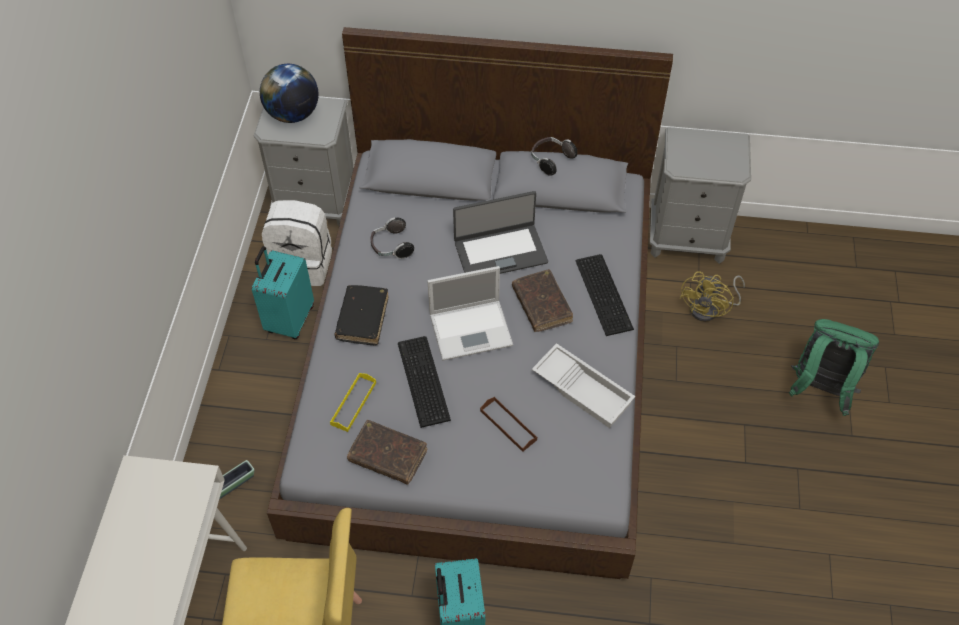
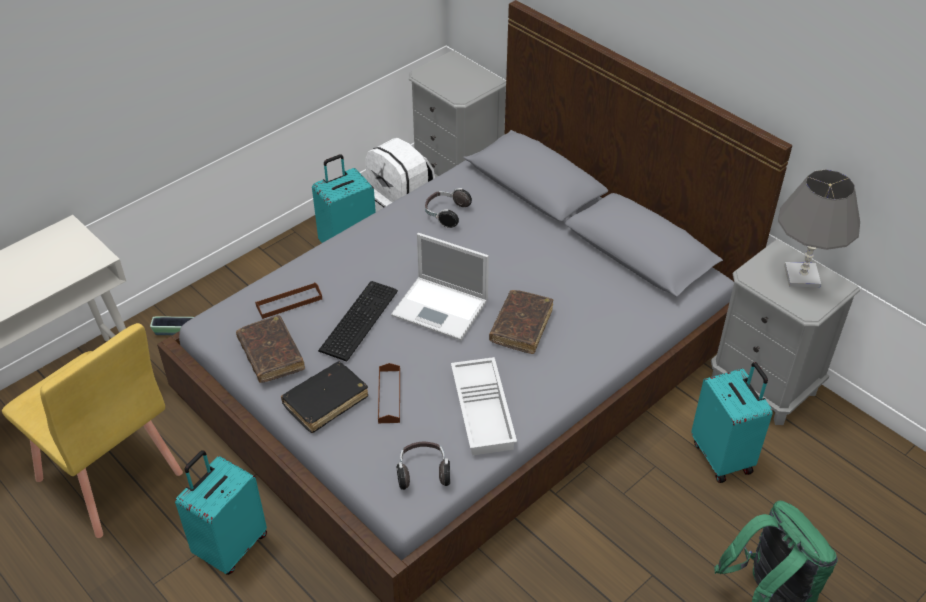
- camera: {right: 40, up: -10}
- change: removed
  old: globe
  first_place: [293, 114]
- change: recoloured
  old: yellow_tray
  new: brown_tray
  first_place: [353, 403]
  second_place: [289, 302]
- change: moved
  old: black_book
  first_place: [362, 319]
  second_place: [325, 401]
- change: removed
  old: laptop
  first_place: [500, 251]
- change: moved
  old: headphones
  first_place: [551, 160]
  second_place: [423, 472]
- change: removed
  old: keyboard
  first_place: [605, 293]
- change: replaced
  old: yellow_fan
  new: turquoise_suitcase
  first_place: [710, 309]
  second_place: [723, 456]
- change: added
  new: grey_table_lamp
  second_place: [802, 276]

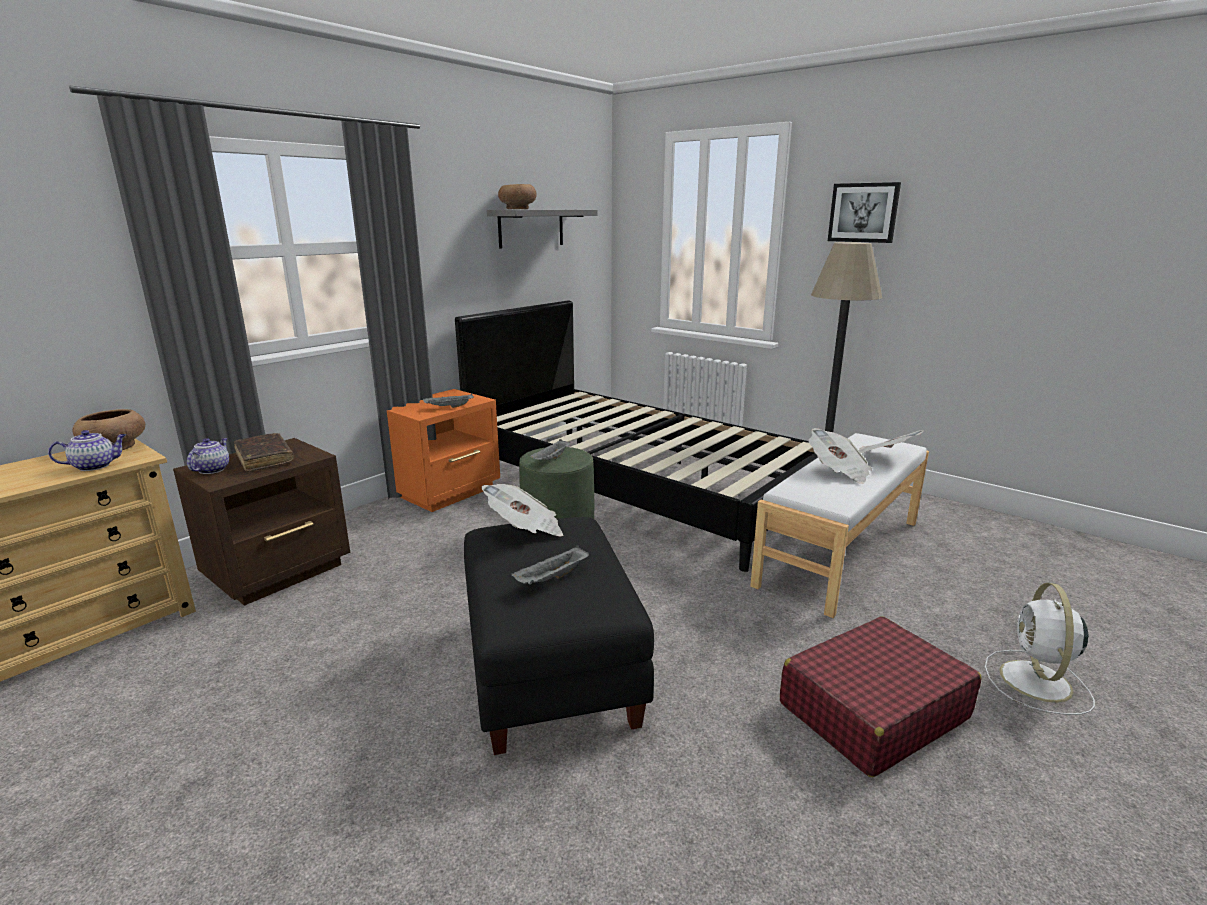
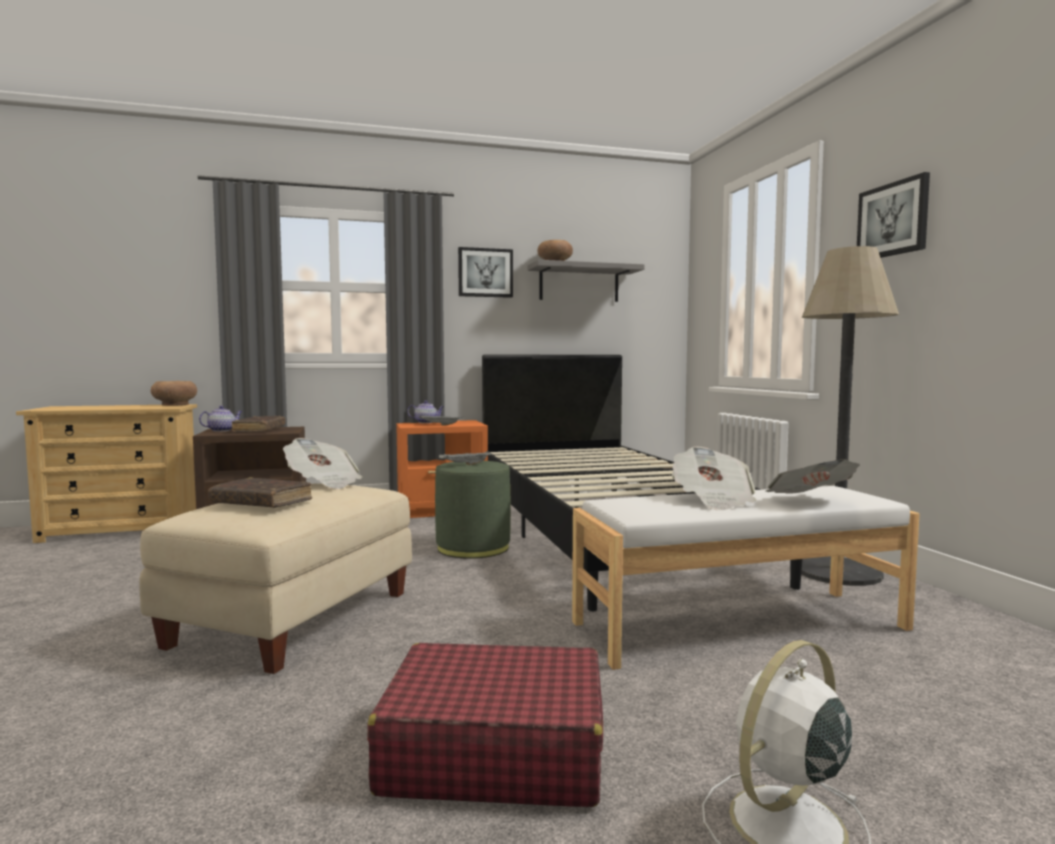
- camera: {right: 35, up: -15}
- change: moved
  old: teapot
  first_place: [95, 466]
  second_place: [426, 422]
- change: recoloured
  old: black_ottoman
  new: beige_ottoman
  first_place: [552, 669]
  second_place: [294, 619]
- change: replaced
  old: grey_tray
  new: brown_book
  first_place: [552, 578]
  second_place: [261, 503]
- change: added
  new: picture
  second_place: [485, 273]

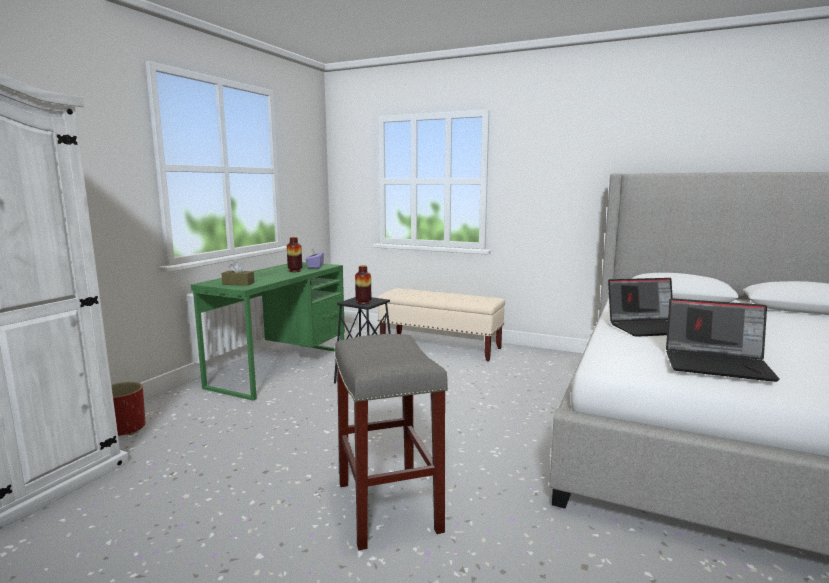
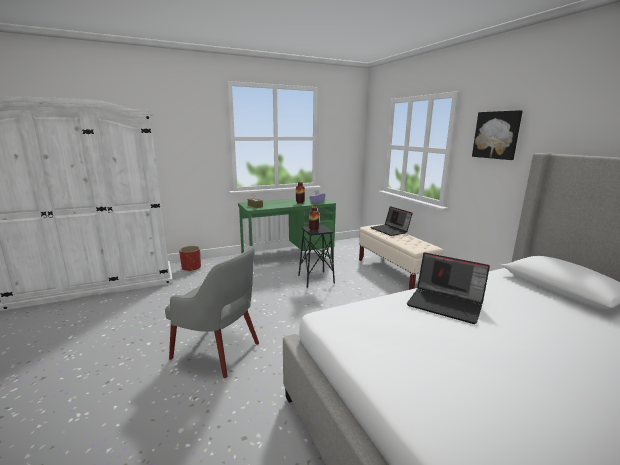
- camera: {right: 40, up: 5}
- change: replaced
  old: grey_stool
  new: grey_armchair
  first_place: [389, 507]
  second_place: [217, 351]
- change: moved
  old: laptop
  first_place: [718, 364]
  second_place: [390, 230]
- change: added
  new: picture
  second_place: [497, 135]

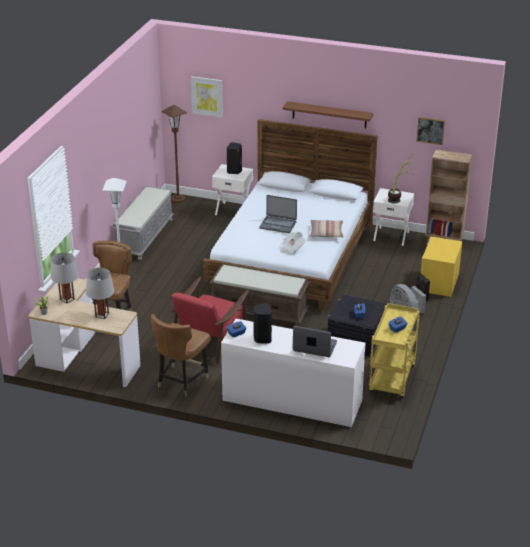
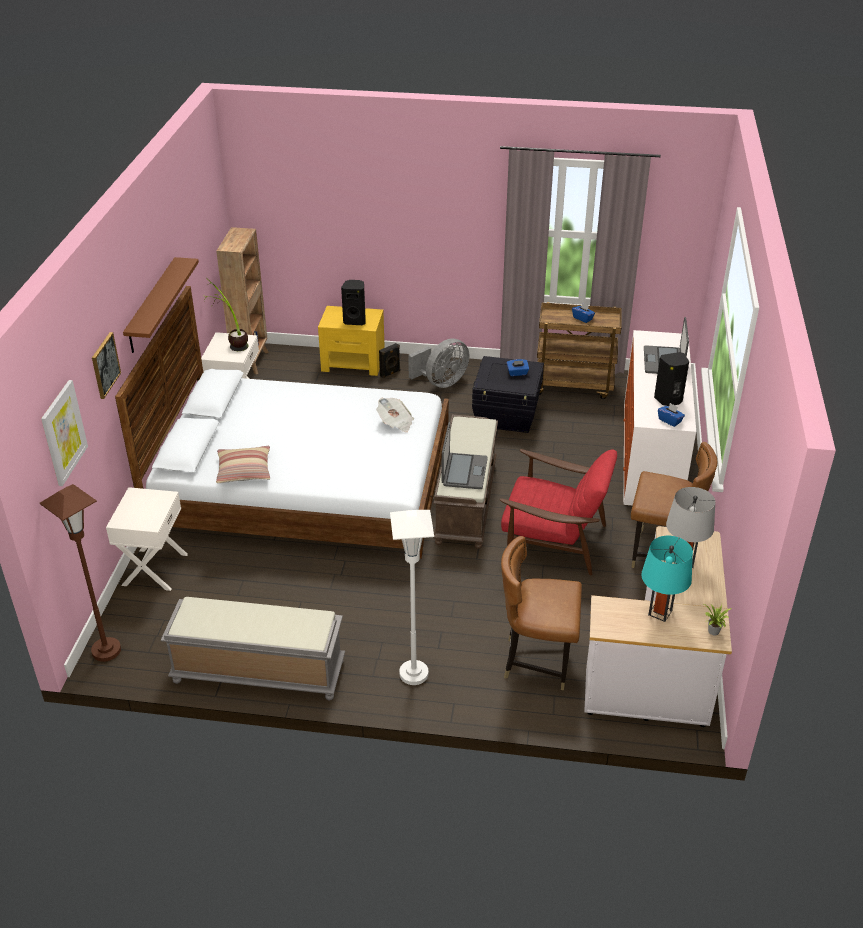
- camera: {right: -100, up: 5}
- change: recoloured
  old: grey_table_lamp
  new: turquoise_table_lamp
  first_place: [67, 299]
  second_place: [660, 612]
- change: moved
  old: black_speaker
  first_place: [234, 171]
  second_place: [355, 321]
- change: moved
  old: laptop
  first_place: [278, 225]
  second_place: [464, 472]
- change: moved
  old: pillow
  first_place: [326, 232]
  second_place: [244, 470]
- change: recoloured
  old: yellow_cart
  new: brown_cart
  first_place: [392, 380]
  second_place: [574, 386]
- change: moved
  old: picture
  first_place: [430, 130]
  second_place: [105, 365]

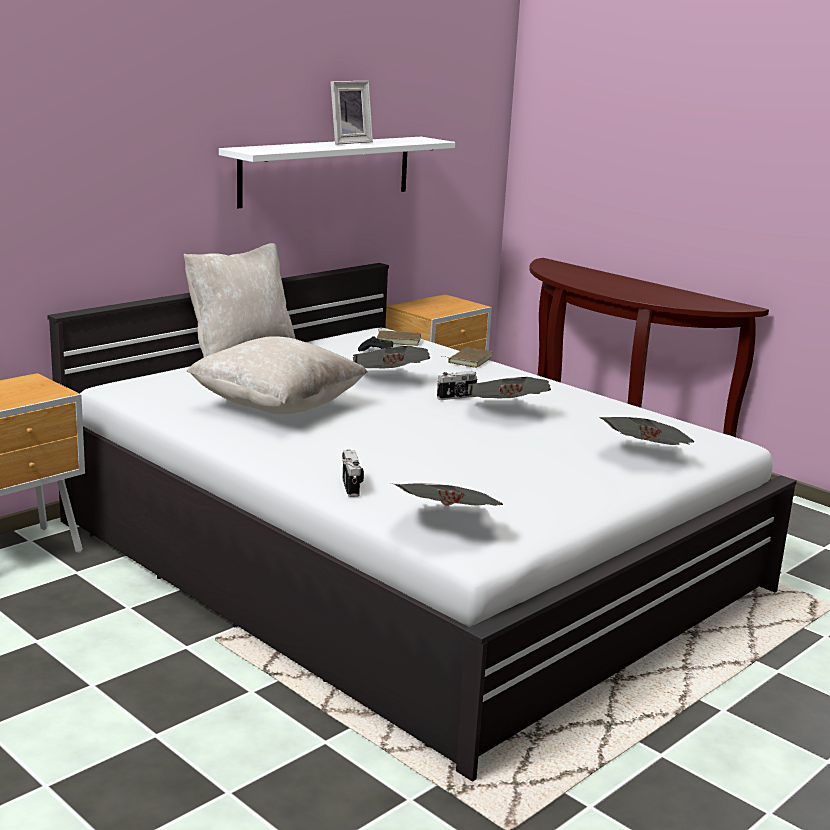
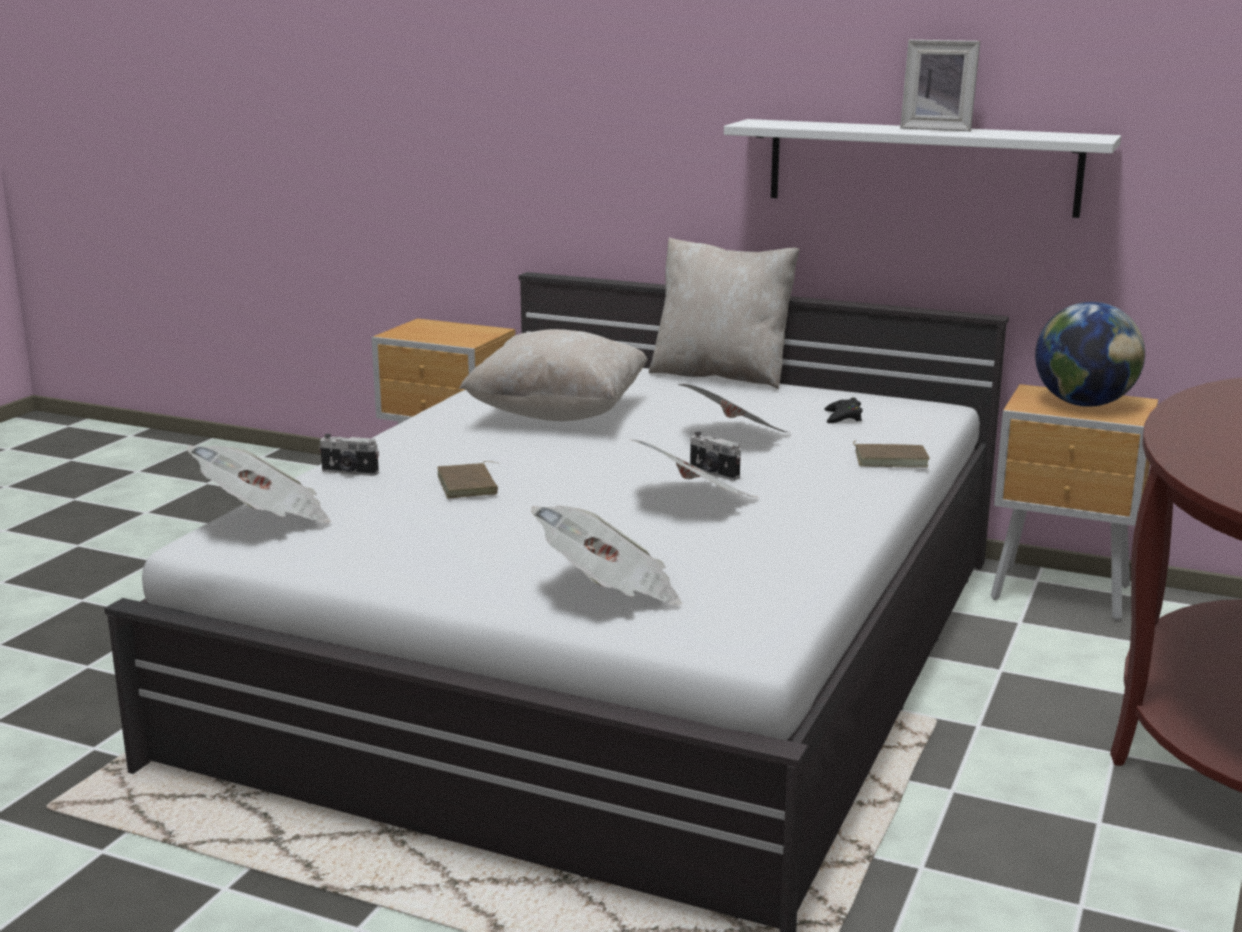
- camera: {right: 70, up: 0}
- change: turned
  old: photo_camera
  first_place: [352, 486]
  second_place: [349, 472]
  degrees: 45
- change: moved
  old: brown_book
  first_place: [398, 340]
  second_place: [470, 485]
- change: added
  new: globe
  second_place: [1083, 404]

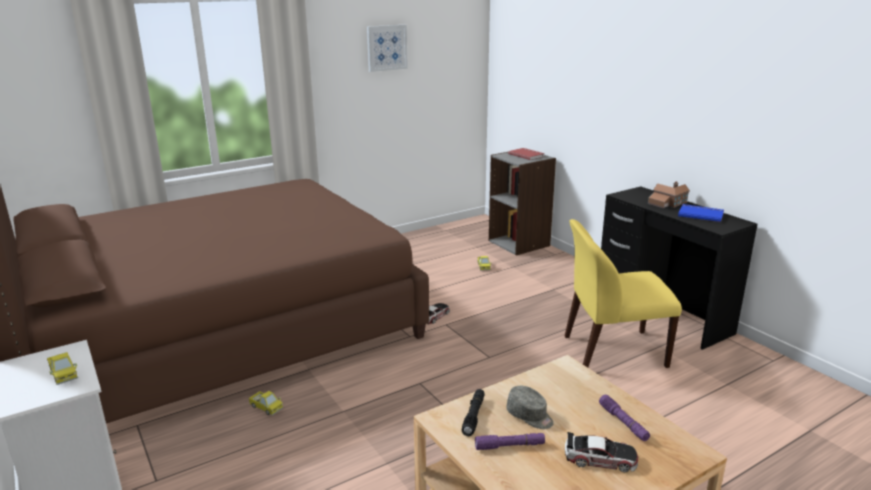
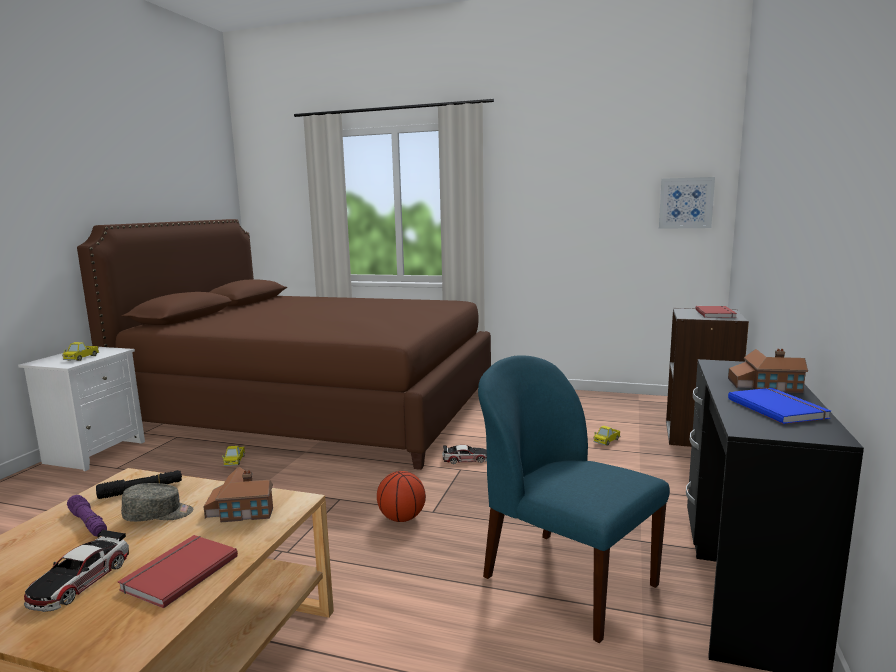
- camera: {right: 50, up: -10}
- change: moved
  old: picture
  first_place: [386, 47]
  second_place: [686, 203]
- change: turned
  old: grey_cap
  first_place: [530, 416]
  second_place: [159, 515]
  degrees: -105
- change: recoloured
  old: yellow_chair
  new: blue_chair
  first_place: [611, 351]
  second_place: [565, 580]
- change: turned
  old: toy_car
  first_place: [600, 458]
  second_place: [80, 580]
  degrees: 45
- change: replaced
  old: purple_flashlight
  new: red_book
  first_place: [623, 423]
  second_place: [178, 572]
- change: added
  new: toy_house
  second_place: [240, 509]
- change: added
  new: basketball
  second_place: [401, 518]

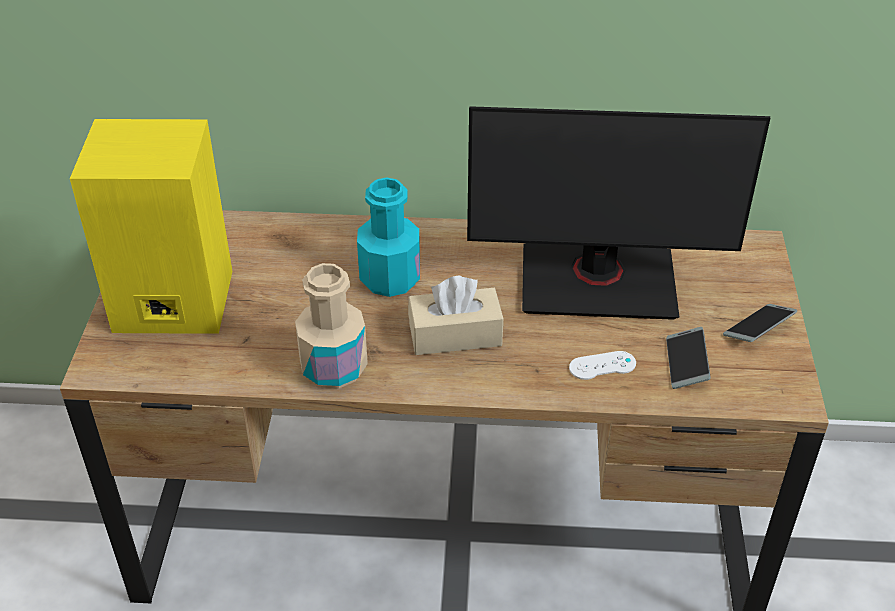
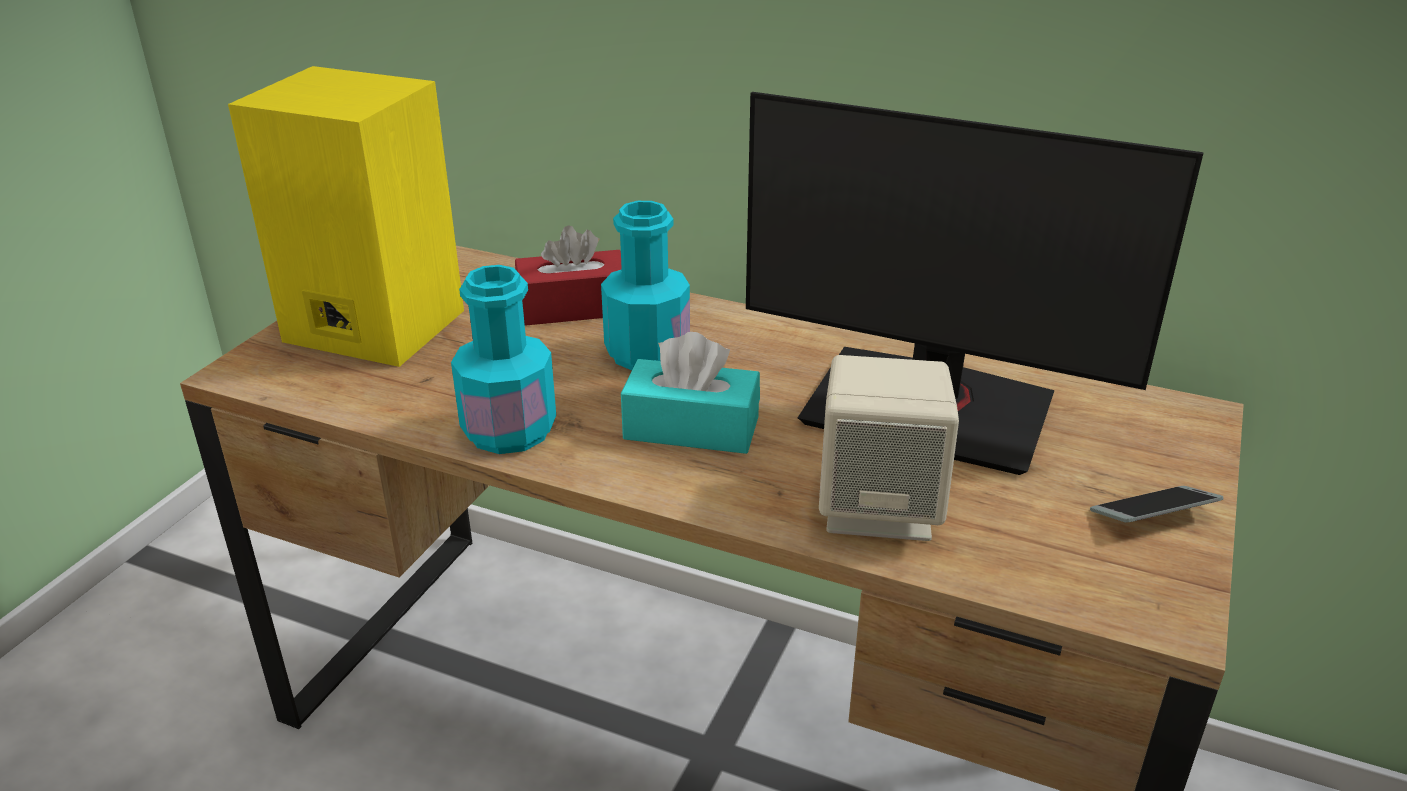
- camera: {right: 20, up: -10}
- change: recoloured
  old: beige_bottle
  new: turquoise_bottle
  first_place: [334, 367]
  second_place: [509, 430]
- change: recoloured
  old: beige_tissue_box
  new: turquoise_tissue_box
  first_place: [455, 335]
  second_place: [691, 428]
- change: replaced
  old: white_game_controller
  new: beige_speaker
  first_place: [602, 366]
  second_place: [879, 508]
- change: removed
  old: phone
  first_place: [686, 363]
- change: added
  new: red_tissue_box
  second_place: [573, 307]

